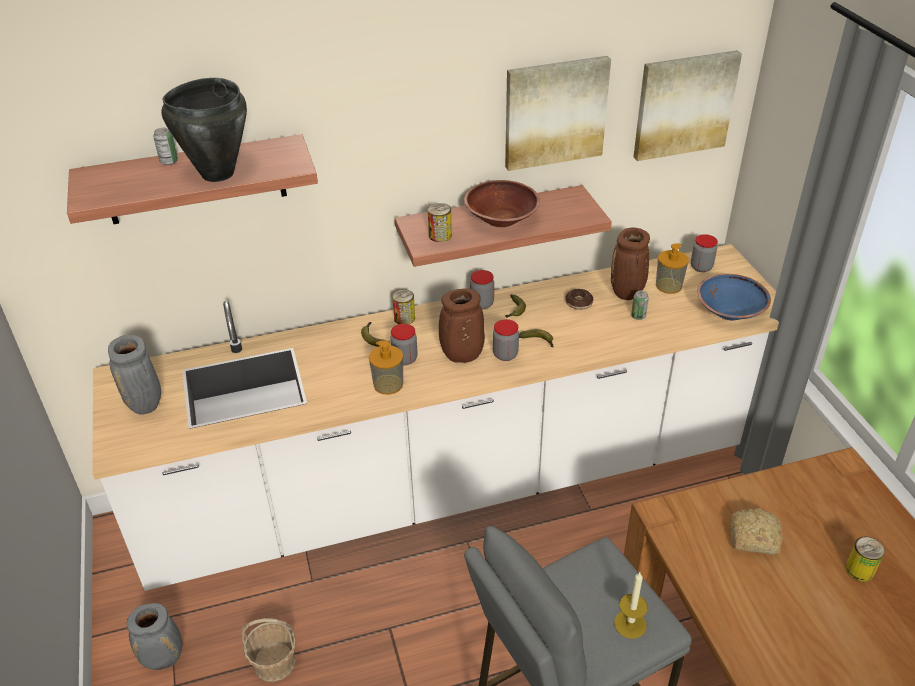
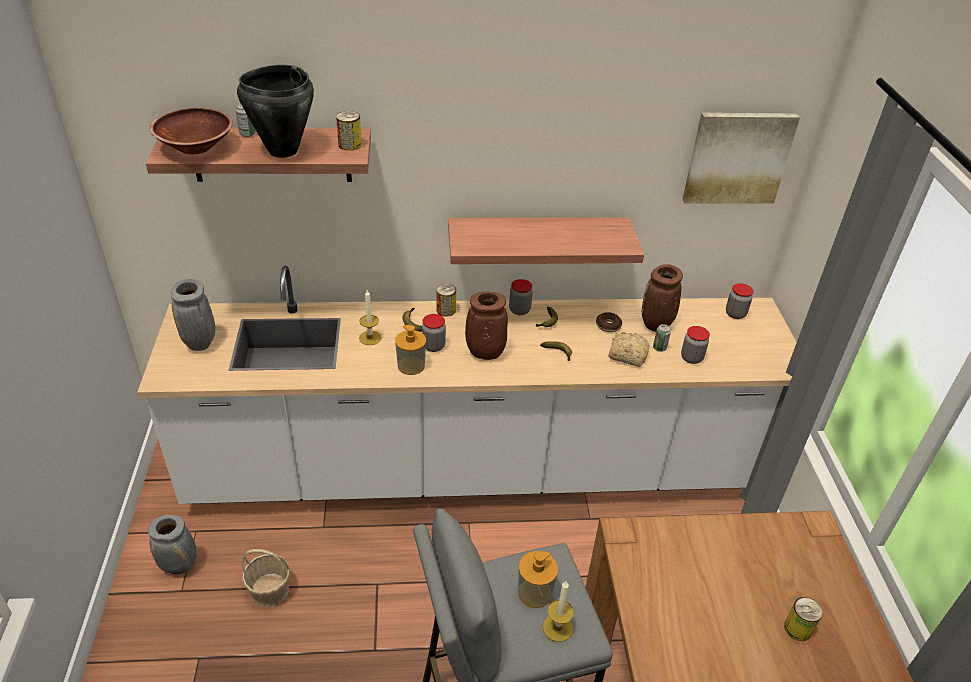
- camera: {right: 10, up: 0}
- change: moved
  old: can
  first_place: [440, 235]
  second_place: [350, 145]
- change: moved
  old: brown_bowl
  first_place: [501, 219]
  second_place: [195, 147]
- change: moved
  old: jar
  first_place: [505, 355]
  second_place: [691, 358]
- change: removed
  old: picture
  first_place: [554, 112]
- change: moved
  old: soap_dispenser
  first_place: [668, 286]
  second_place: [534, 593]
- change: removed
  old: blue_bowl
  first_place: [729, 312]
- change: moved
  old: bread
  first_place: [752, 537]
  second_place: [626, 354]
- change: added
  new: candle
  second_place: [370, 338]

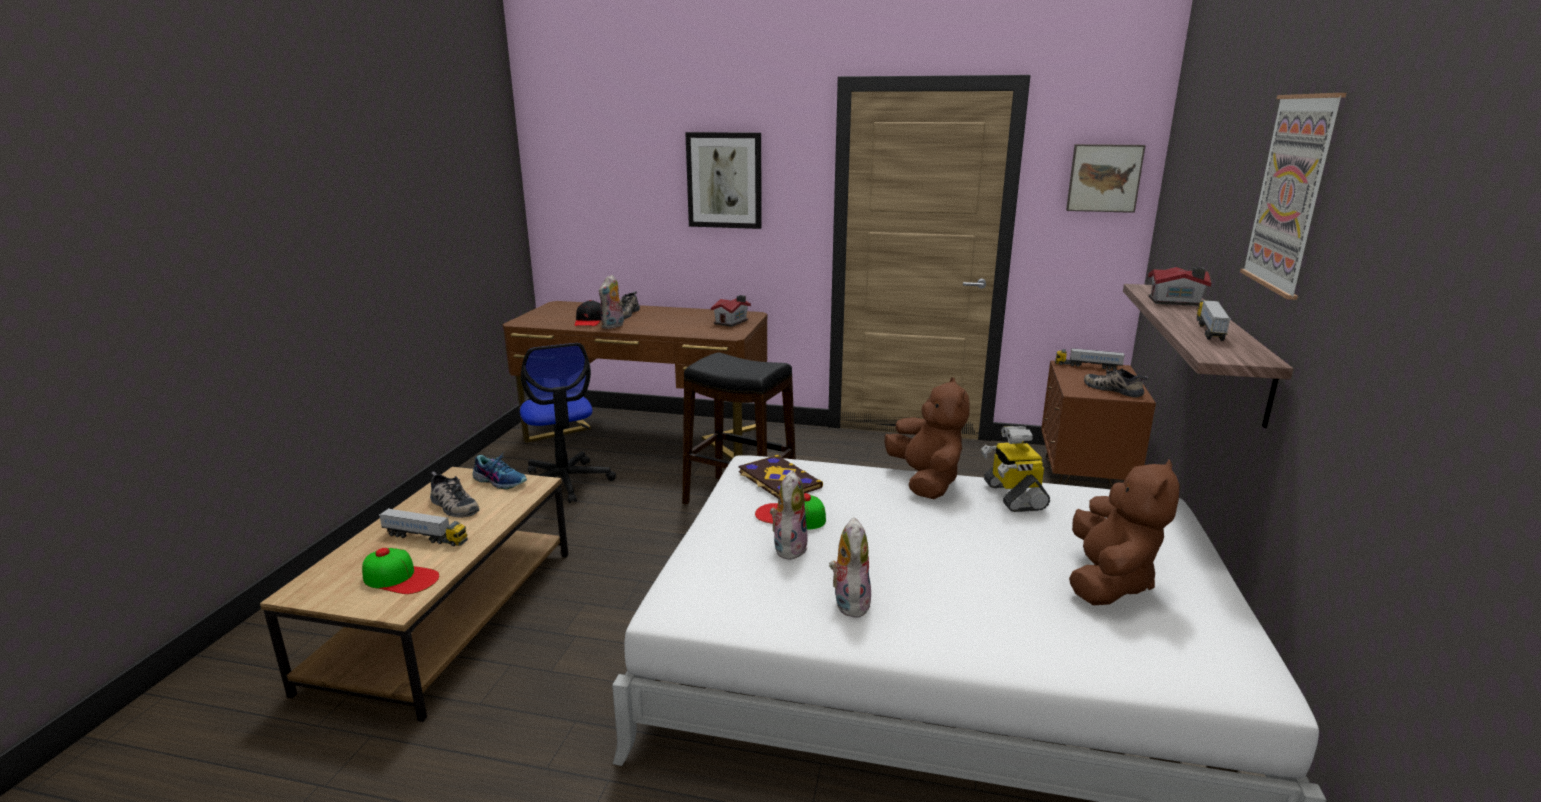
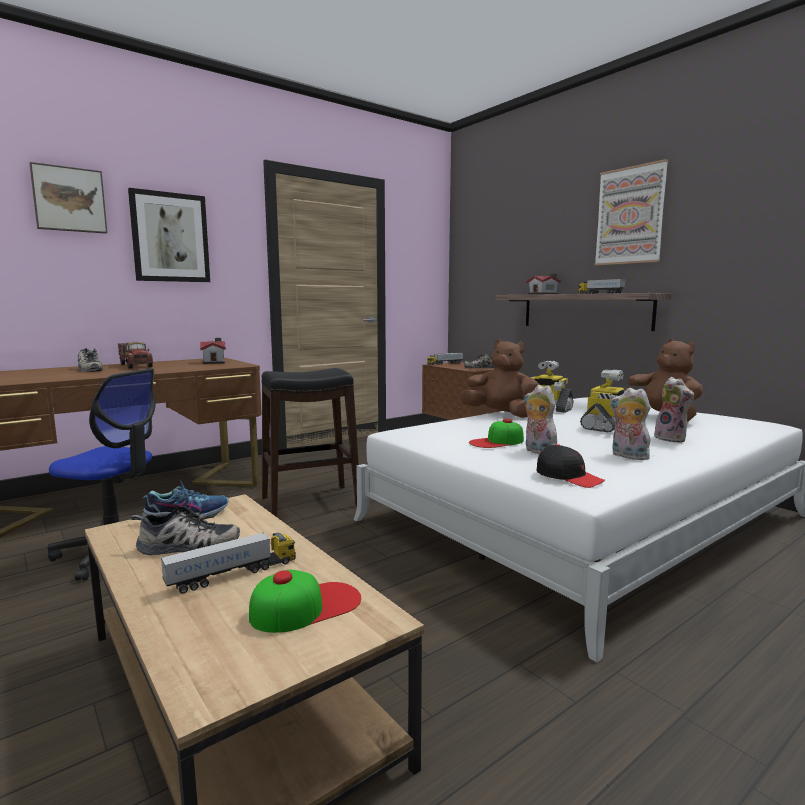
- camera: {right: -50, up: -10}
- change: moved
  old: black_cap
  first_place: [589, 321]
  second_place: [568, 477]
- change: moved
  old: plush_toy
  first_place: [613, 326]
  second_place: [672, 439]
- change: removed
  old: book
  first_place: [778, 480]
- change: moved
  old: picture
  first_place: [1104, 178]
  second_place: [69, 200]
- change: added
  new: toy_truck
  second_place: [136, 365]
- change: added
  new: toy_robot
  second_place: [605, 426]

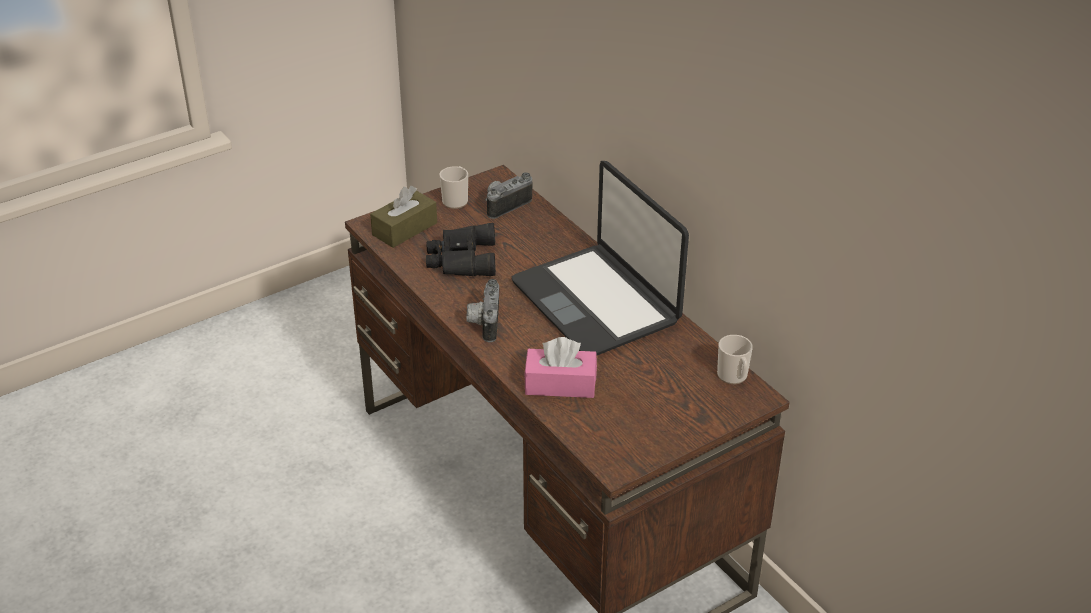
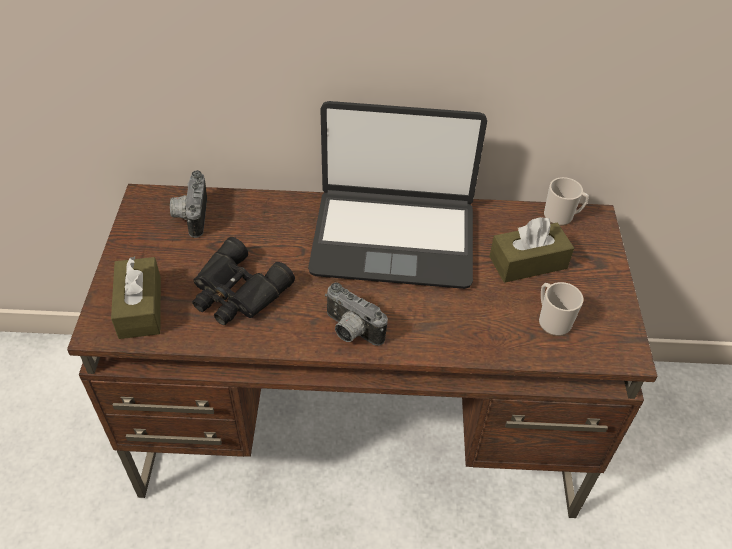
- camera: {right: -55, up: 10}
- change: moved
  old: mug
  first_place: [456, 200]
  second_place: [552, 320]
- change: removed
  old: pink_tissue_box
  first_place: [560, 384]
- change: added
  new: brown_tissue_box
  second_place: [528, 262]

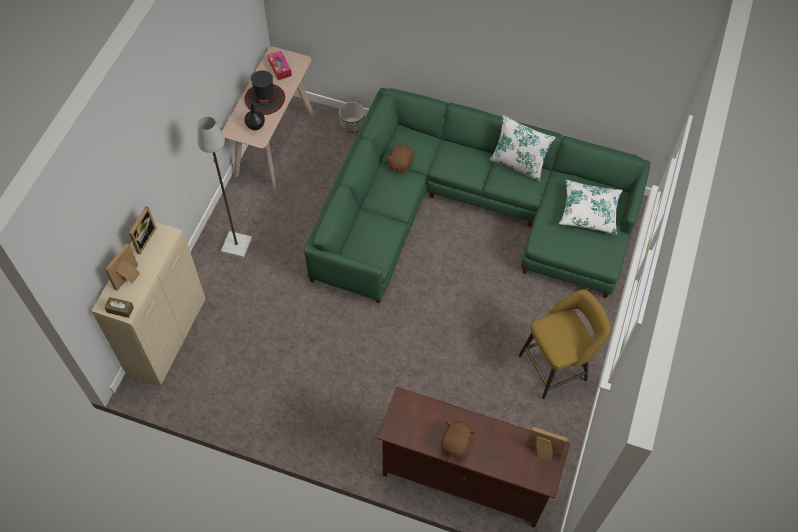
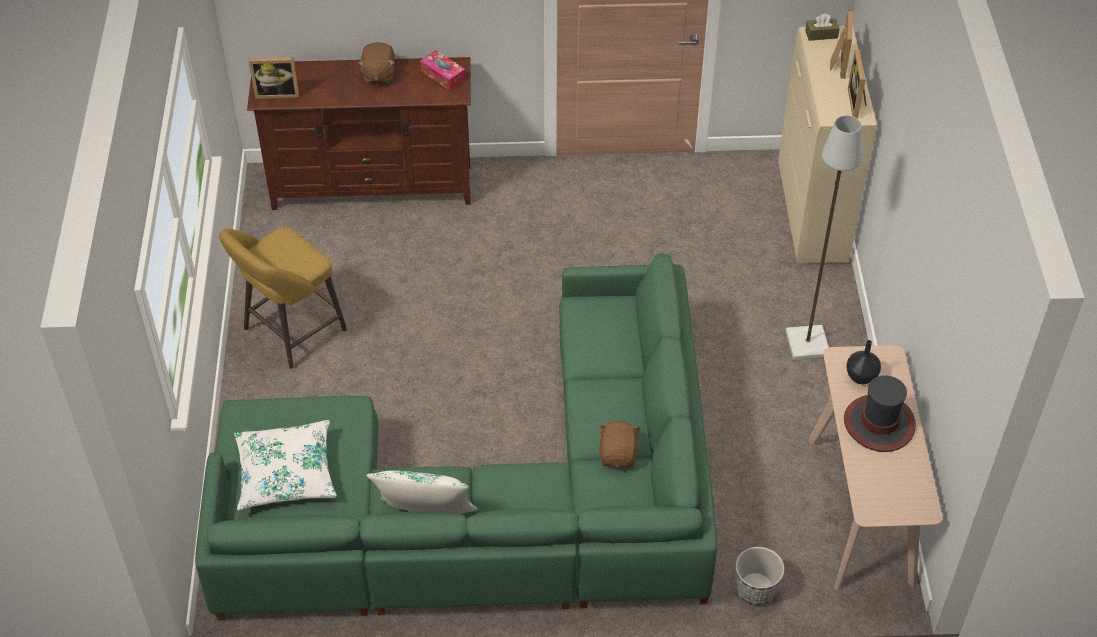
- camera: {right: 160, up: -10}
- change: moved
  old: tissue_box
  first_place: [280, 68]
  second_place: [443, 75]

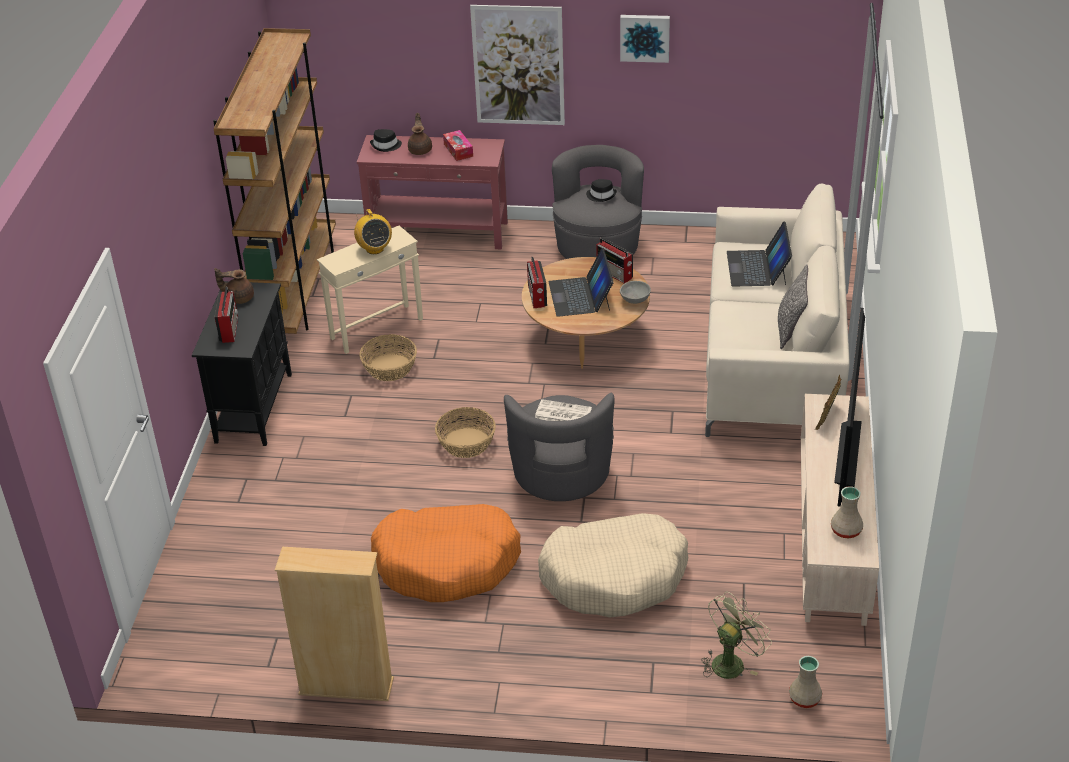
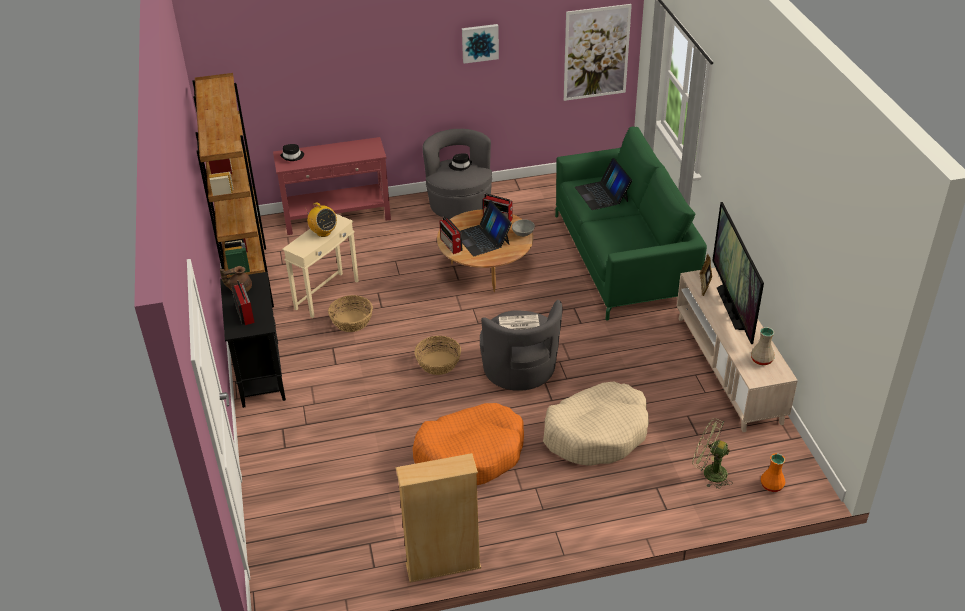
- camera: {right: -20, up: 0}
- change: removed
  old: brown_teapot
  first_place: [420, 150]
- change: removed
  old: tissue_box
  first_place: [458, 150]
- change: moved
  old: picture
  first_place: [518, 65]
  second_place: [596, 53]
- change: turned
  old: green_fan
  first_place: [731, 661]
  second_place: [709, 472]
  degrees: -90
- change: recoloured
  old: beige_sofa
  new: green_sofa
  first_place: [773, 360]
  second_place: [623, 258]
- change: removed
  old: pillow
  first_place: [791, 330]
- change: recoloured
  old: beige_vase
  new: orange_vase
  first_place: [804, 699]
  second_place: [771, 486]

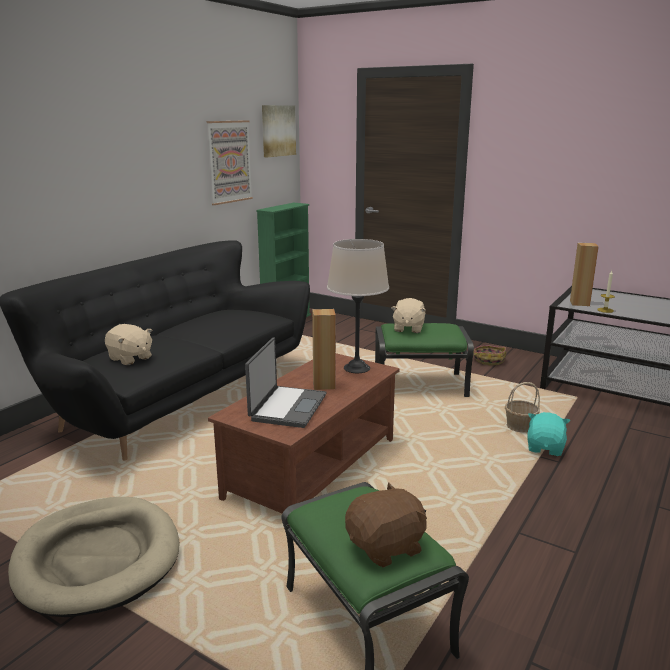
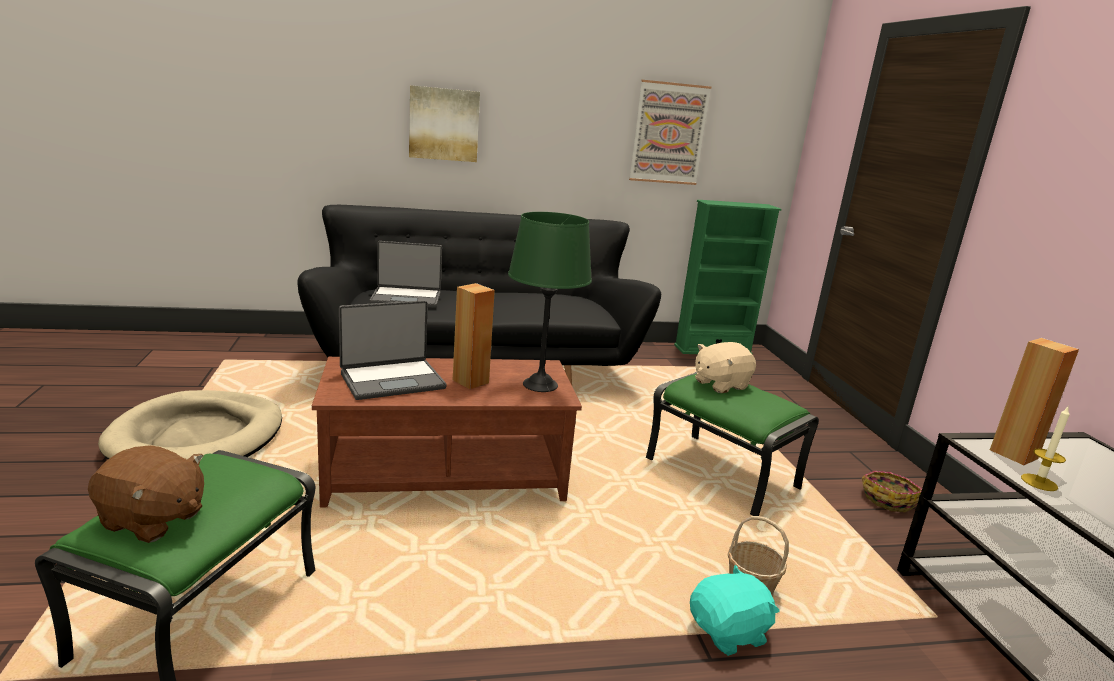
- camera: {right: 45, up: 0}
- change: replaced
  old: beige_plush_toy
  new: laptop
  first_place: [130, 358]
  second_place: [406, 298]
- change: moved
  old: picture
  first_place: [277, 130]
  second_place: [444, 124]
- change: recoloured
  old: beige_table_lamp
  new: green_table_lamp
  first_place: [357, 368]
  second_place: [540, 385]

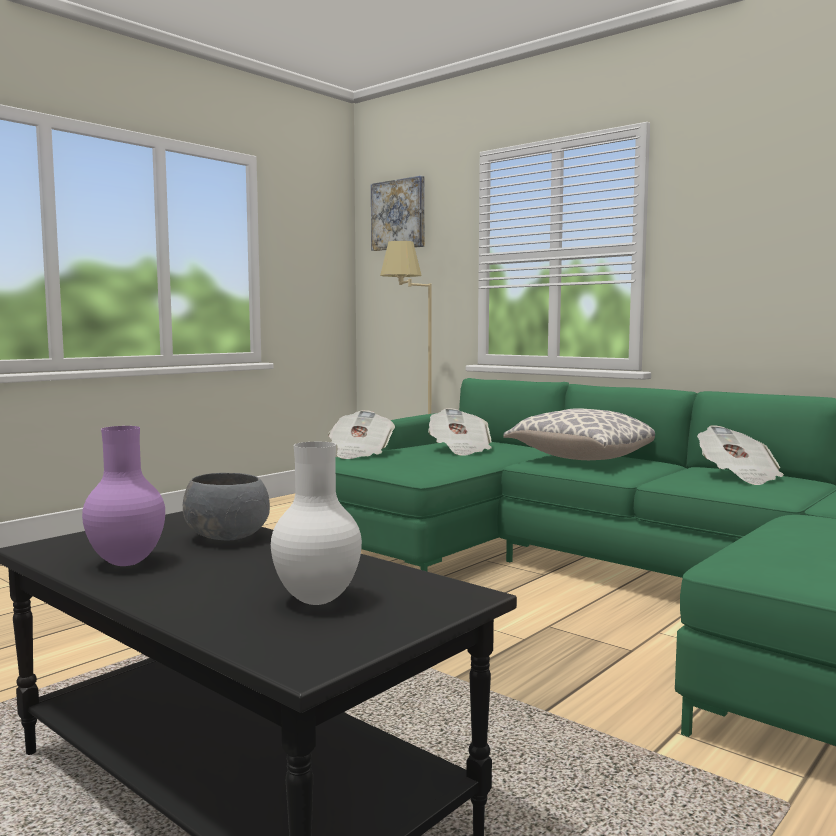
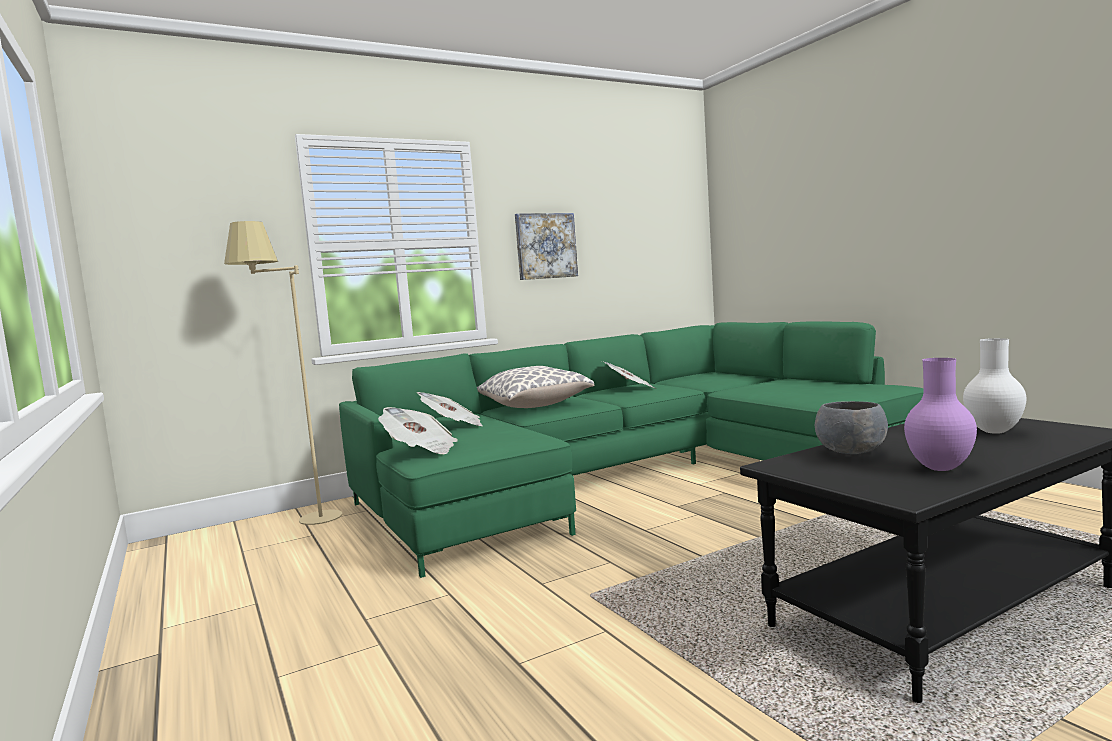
- camera: {right: -70, up: 0}
- change: moved
  old: picture
  first_place: [399, 214]
  second_place: [545, 246]

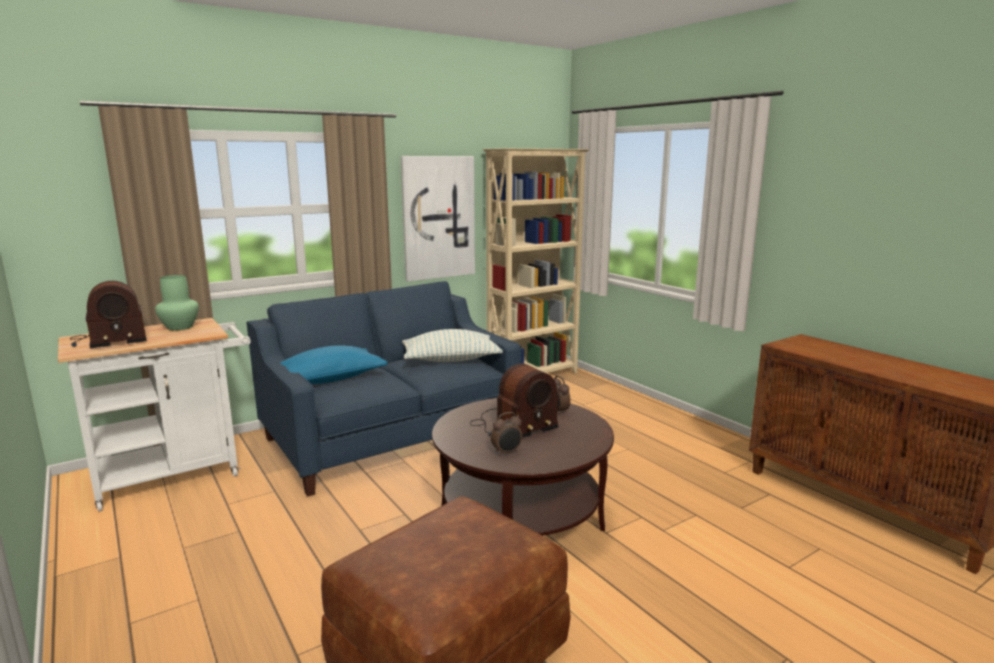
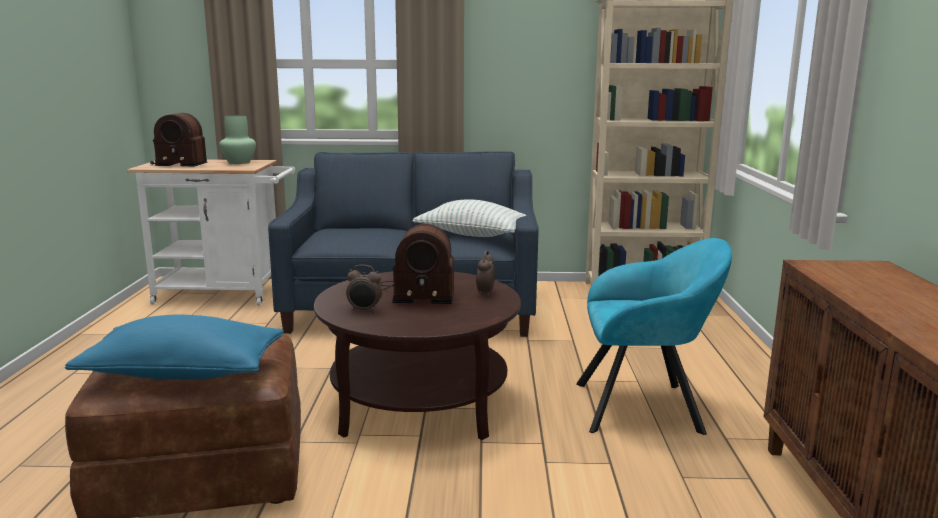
- camera: {right: 35, up: 0}
- change: moved
  old: blue_pillow
  first_place: [329, 379]
  second_place: [184, 373]
- change: removed
  old: picture
  first_place: [438, 217]
- change: added
  new: turquoise_armchair
  second_place: [645, 407]

